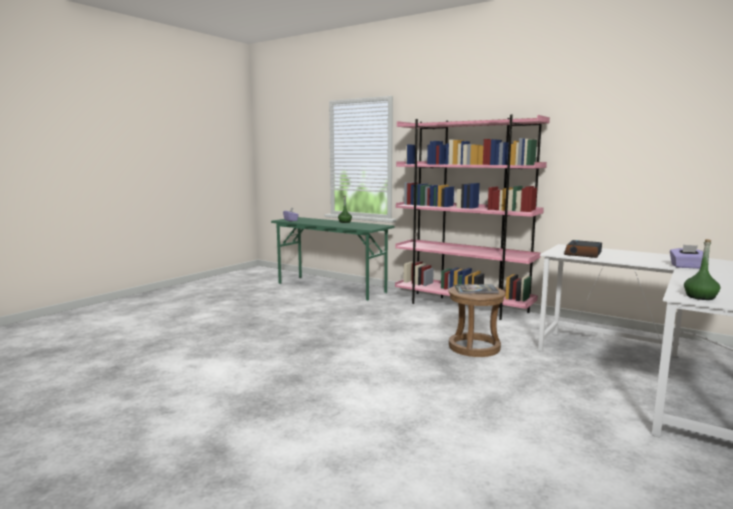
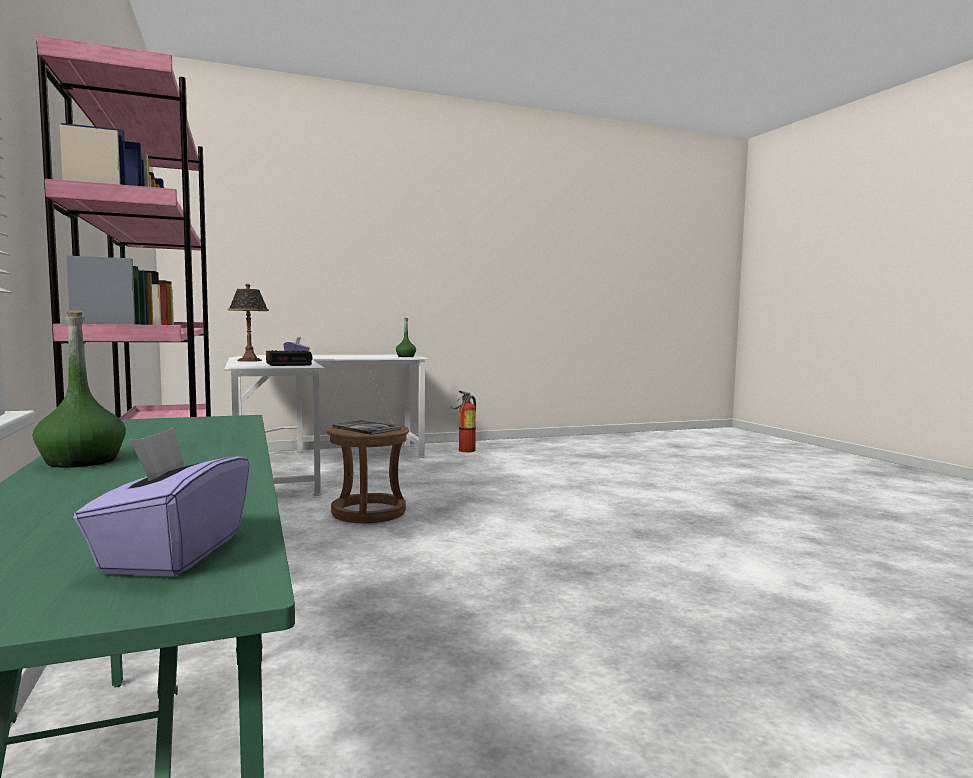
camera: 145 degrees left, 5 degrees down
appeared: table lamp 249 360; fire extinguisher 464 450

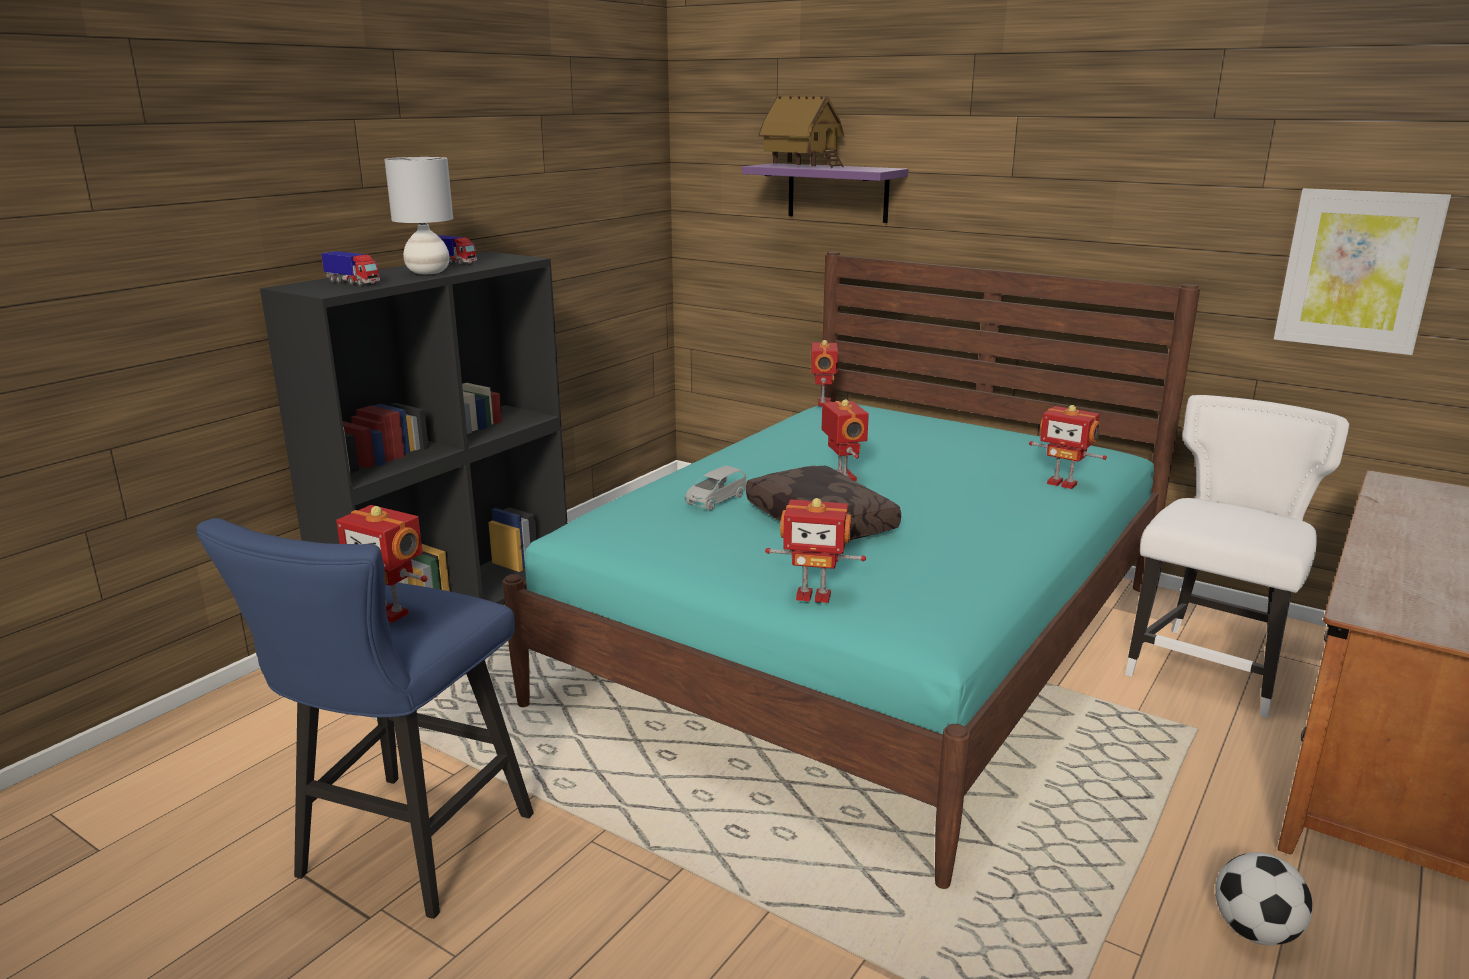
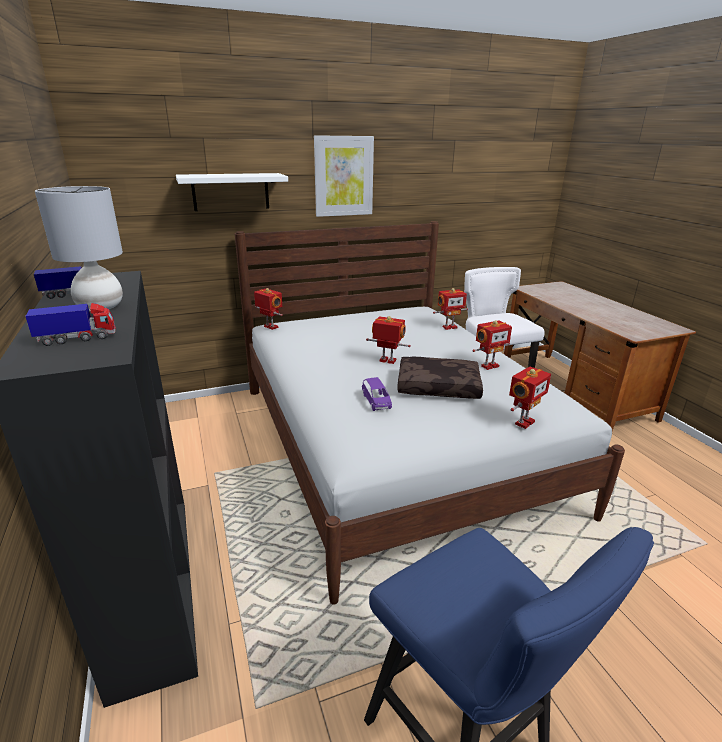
camera: 55 degrees left, 5 degrees up
missing: toy house 801 166; football 1255 932
relocated: toy robot 389 612 to 489 366; picture 1357 270 to 343 176
colour: turquoise bed 865 642 to white bed 394 444; grey toy car 716 500 to purple toy car 376 401; purple shelf 837 192 to white shelf 230 192

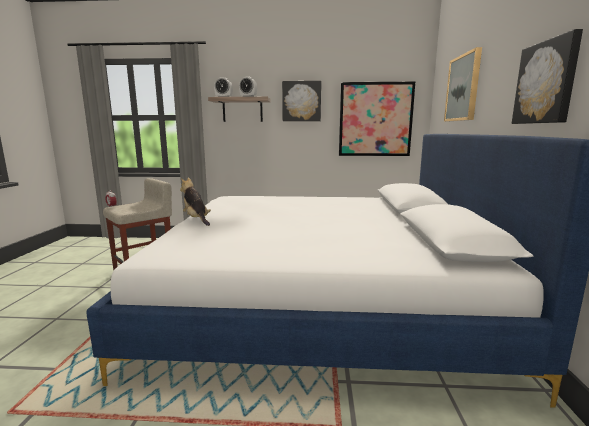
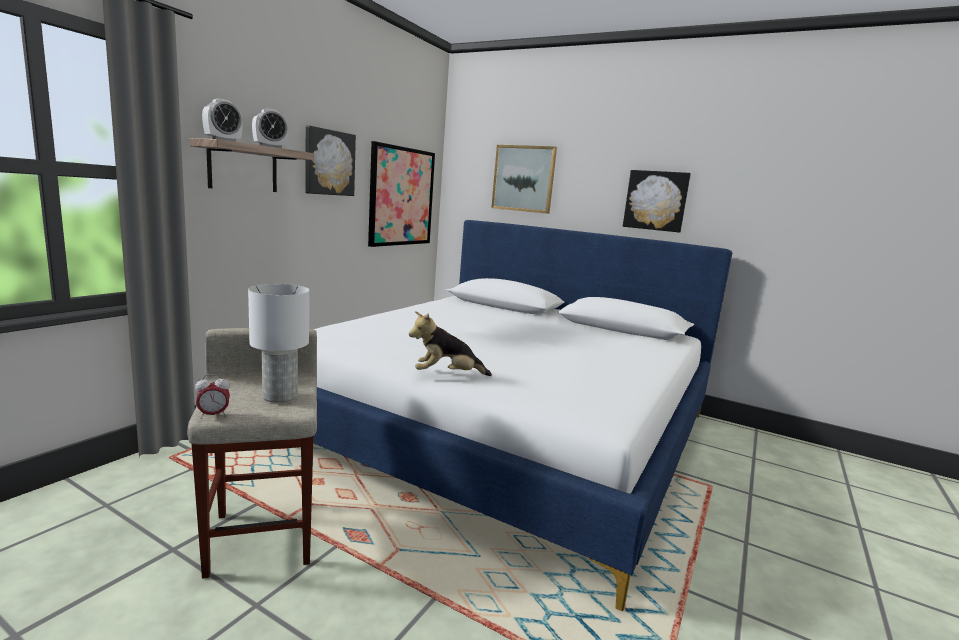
camera: 65 degrees left, 0 degrees up
appeared: white table lamp 281 396

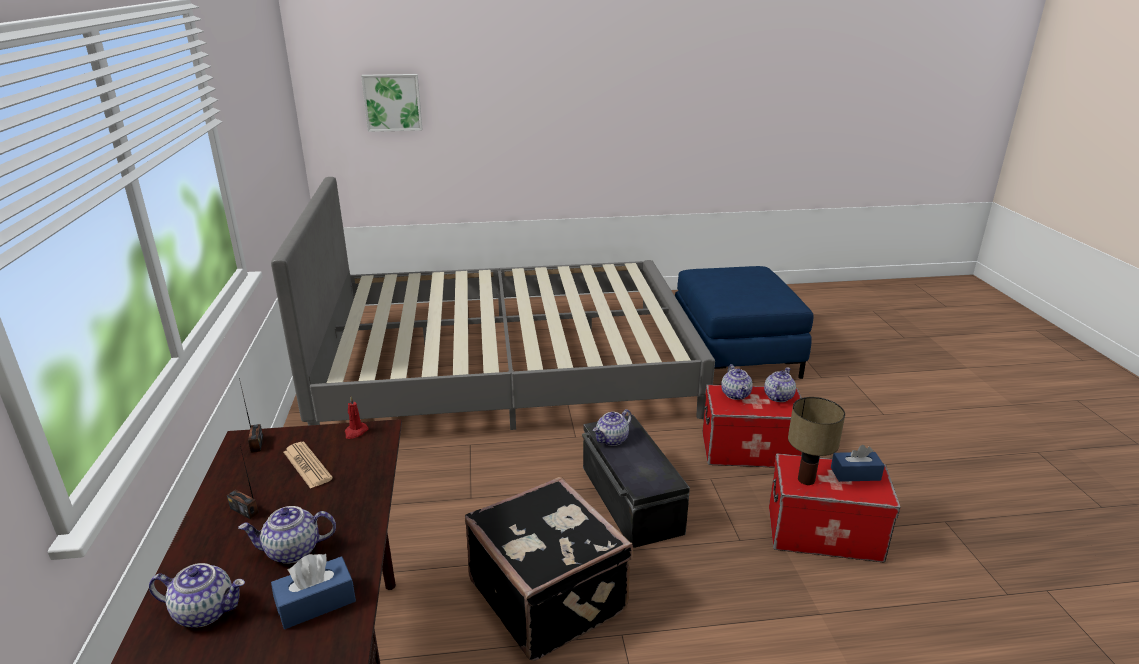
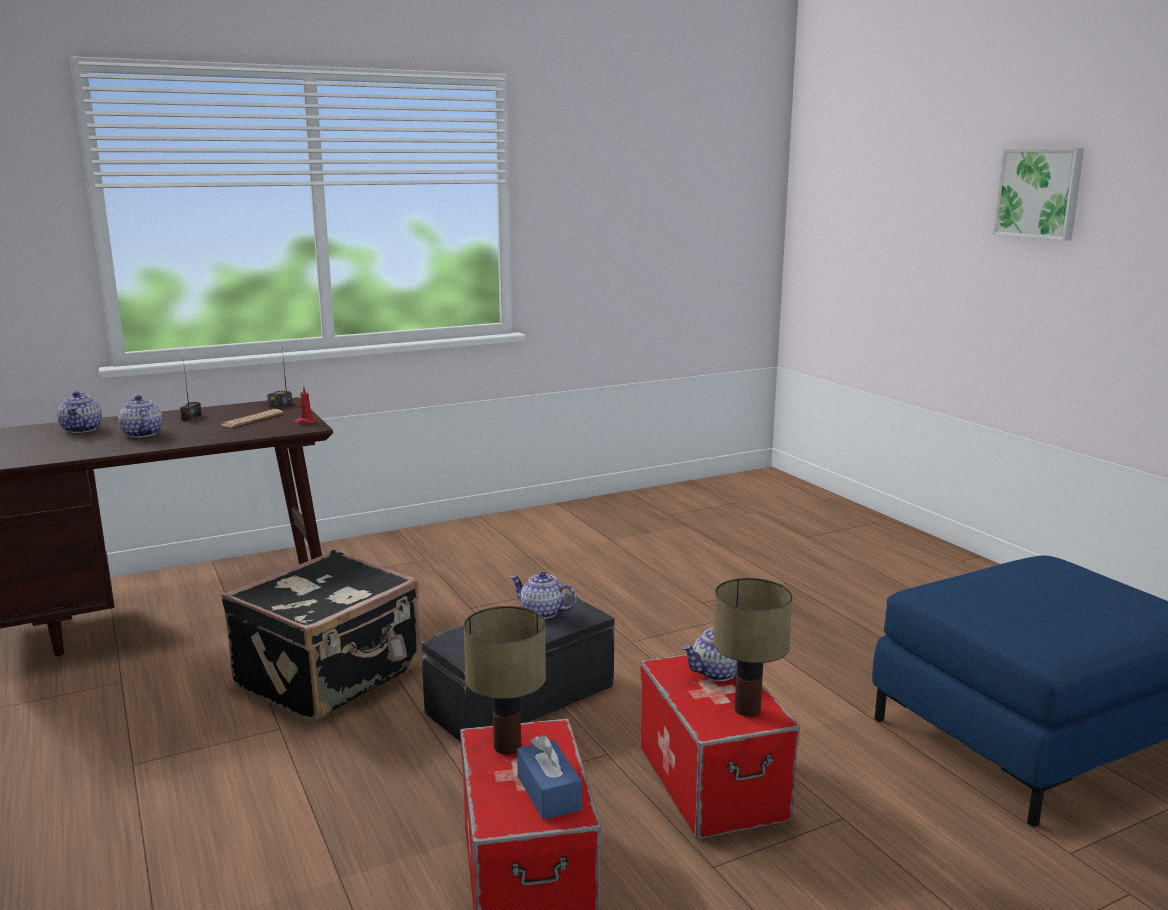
camera: 70 degrees right, 10 degrees down
missing: grey bed 506 367; blue tissue box 316 603
relocated: picture 392 102 to 1040 193
exchanged: teapot 778 396 to table lamp 746 709

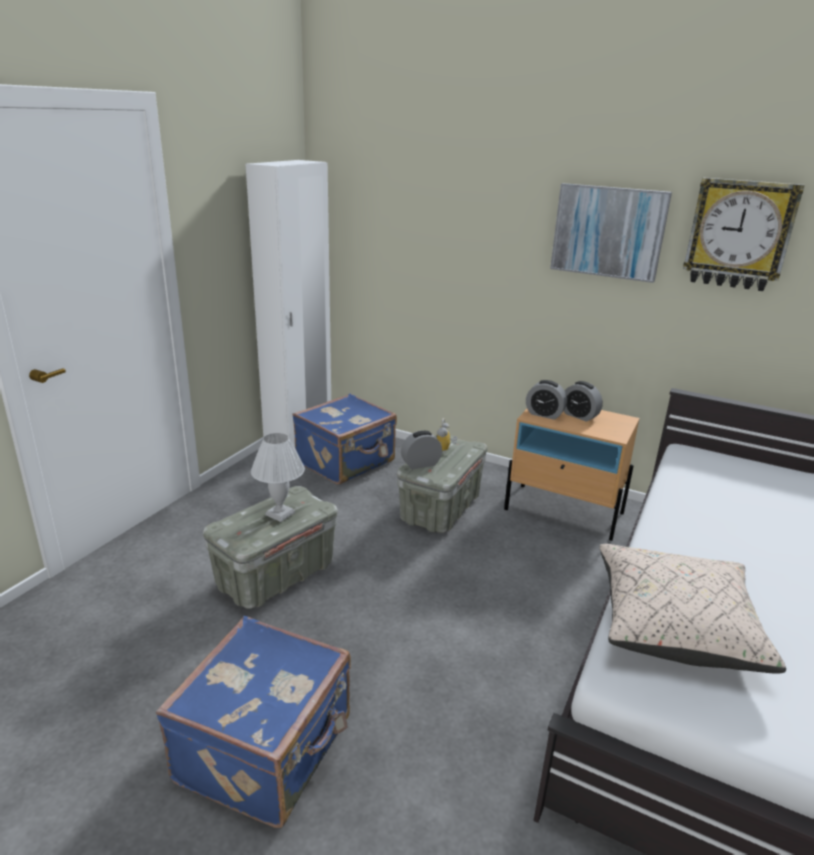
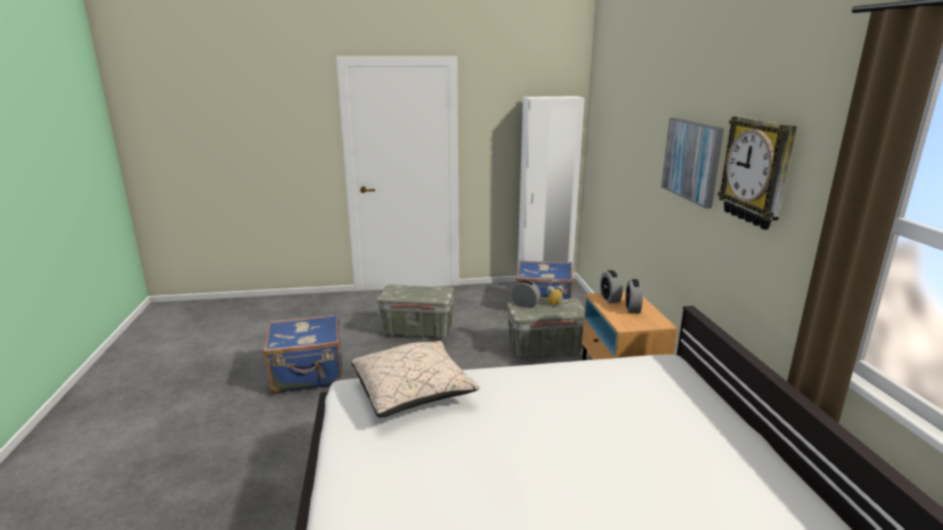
camera: 55 degrees right, 5 degrees down
missing: white table lamp 279 513

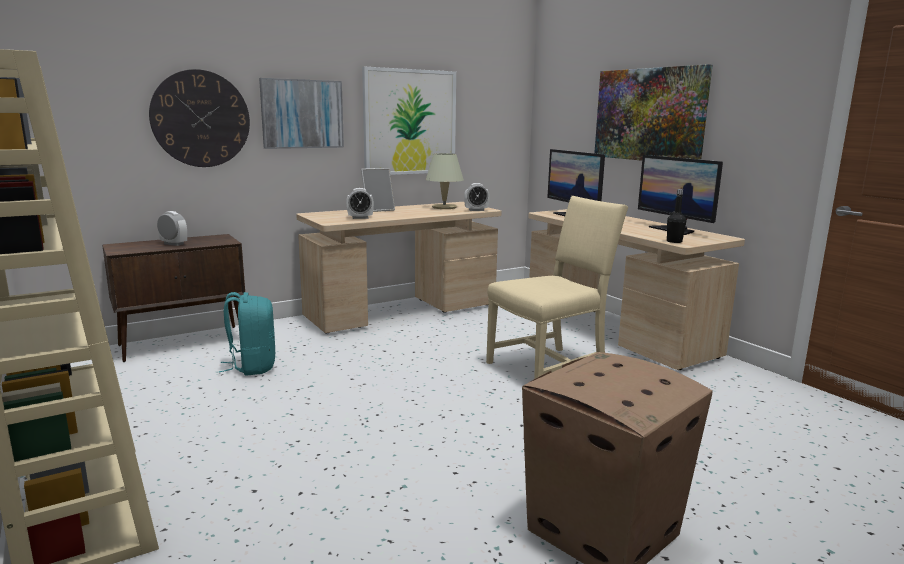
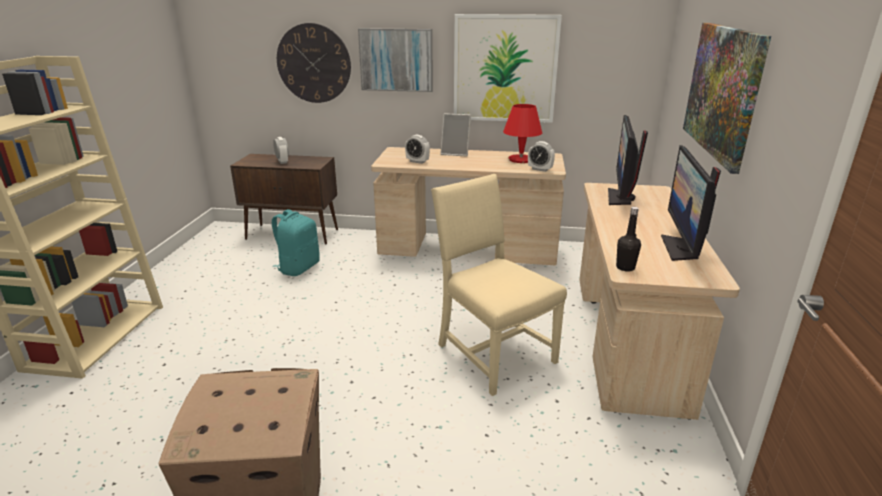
camera: 40 degrees right, 10 degrees up
colour: beige table lamp 444 207 to red table lamp 521 159
spun: beige chair 550 367 = 491 352 135 degrees counterclockwise

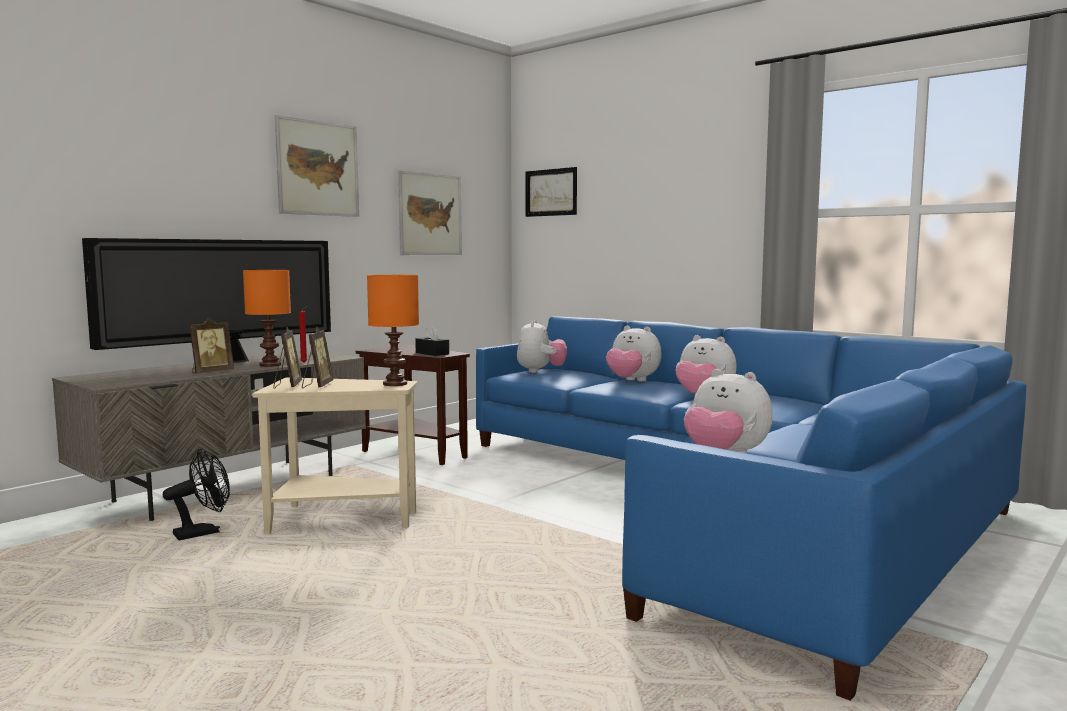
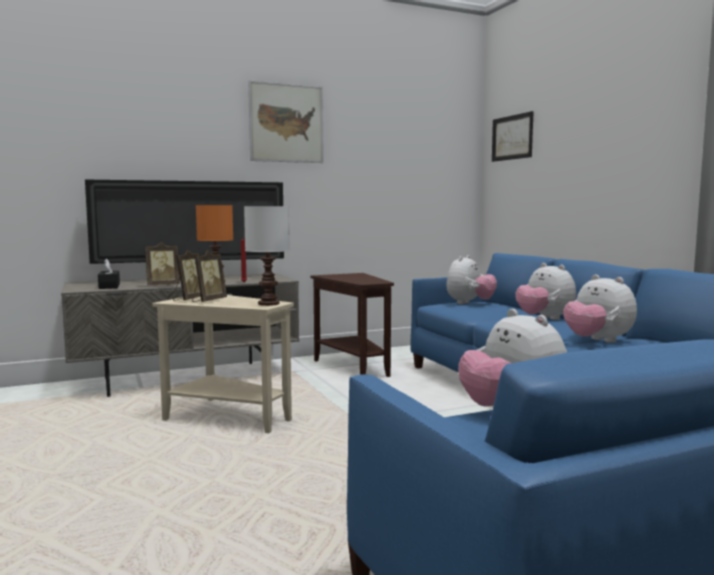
camera: 25 degrees right, 0 degrees up
missing: black fan 203 532; picture 430 214
relocated: black tissue box 432 353 to 109 286
colour: orange table lamp 395 384 to white table lamp 269 303

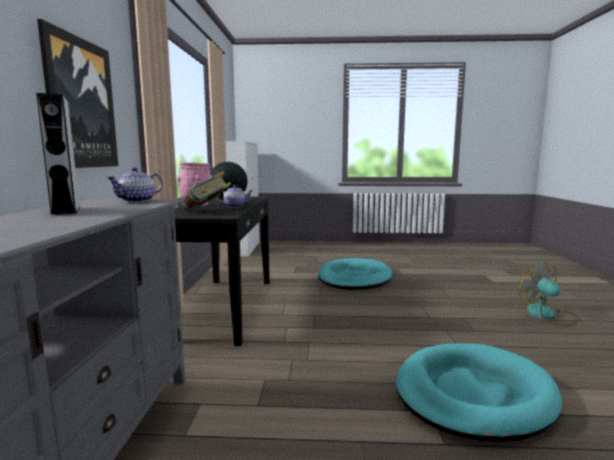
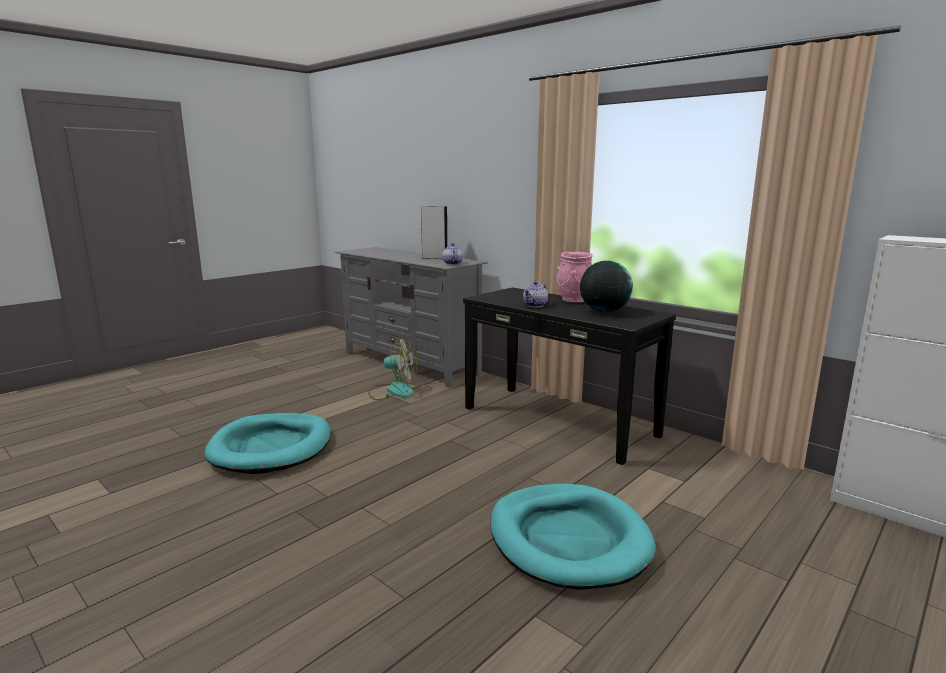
camera: 130 degrees right, 5 degrees up
missing: picture 80 104; book 206 211
relocated: fan 548 315 to 393 391

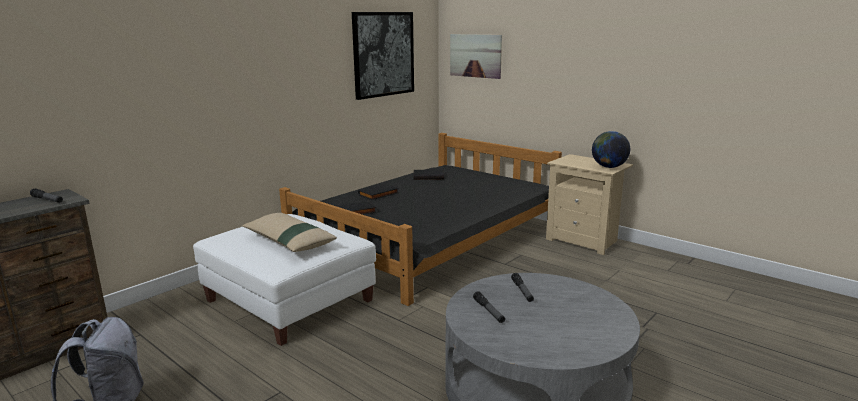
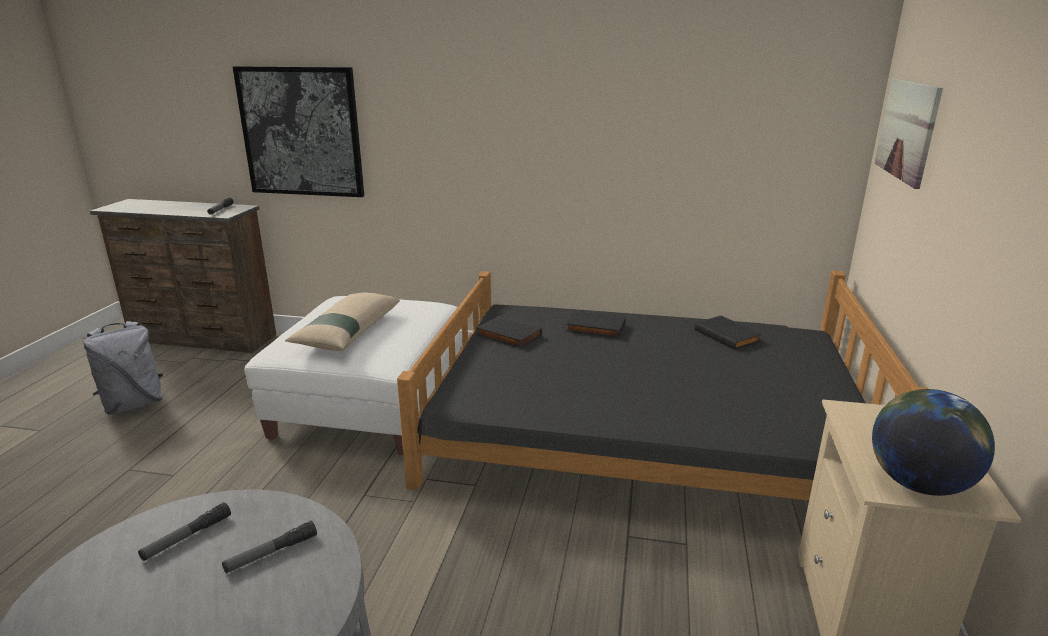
camera: 60 degrees right, 5 degrees up
relocated: picture 383 54 to 301 132

